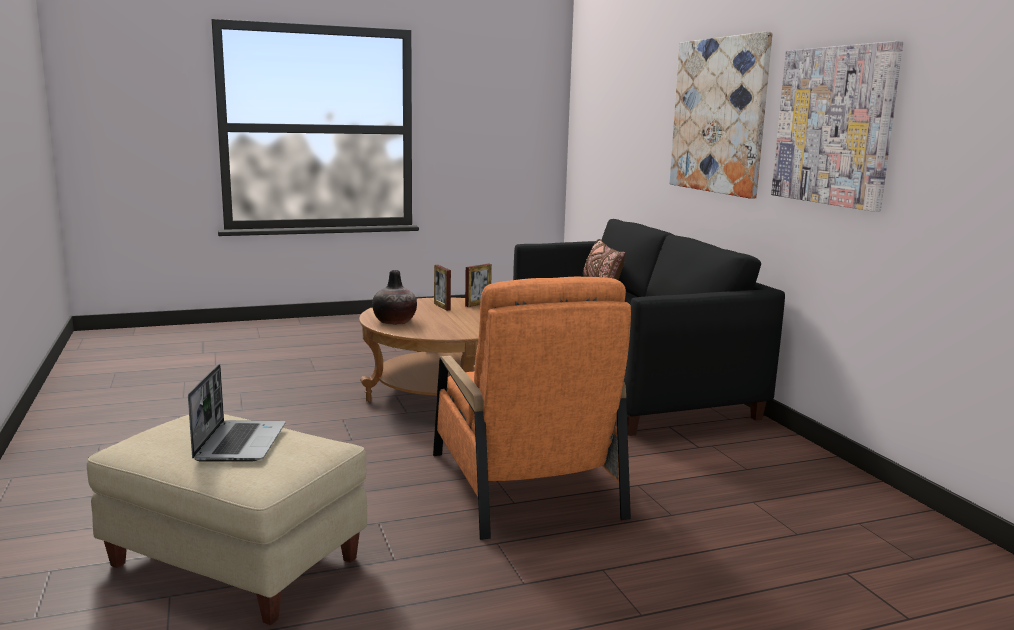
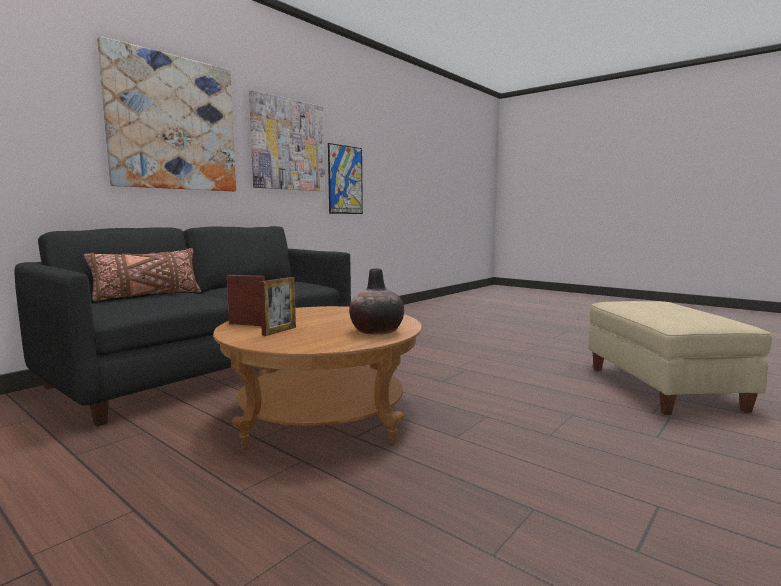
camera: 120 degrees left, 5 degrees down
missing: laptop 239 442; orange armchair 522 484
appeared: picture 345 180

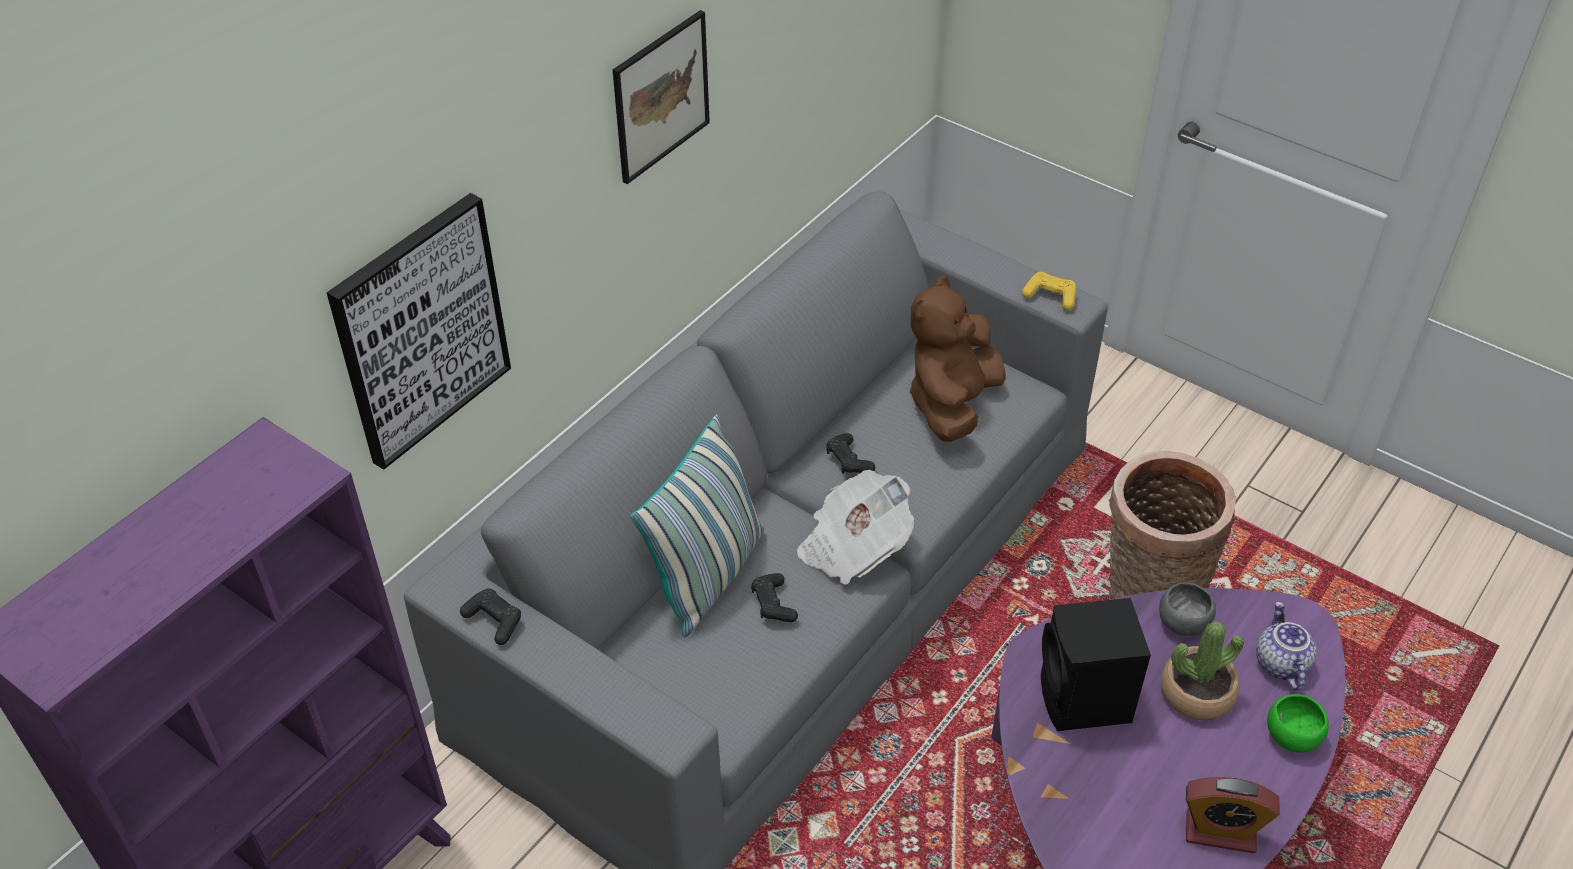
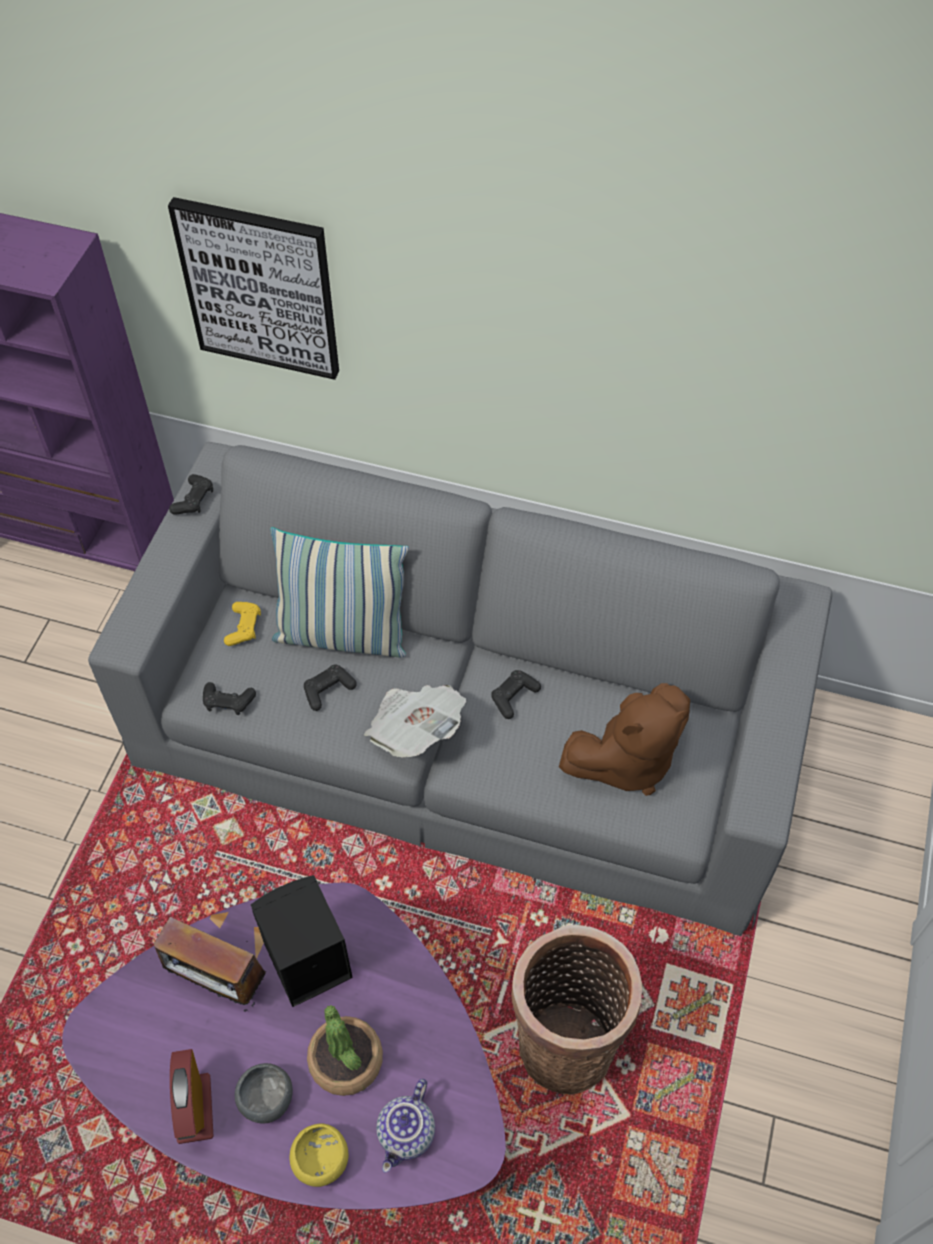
camera: 70 degrees right, 10 degrees up
missing: picture 661 96
appeared: radio 217 981; black game controller 228 702
relocated: yellow game controller 1050 296 to 243 627; grey bowl 1184 622 to 267 1100
colour: green bowl 1292 735 to yellow bowl 322 1160
spun: brown plush toy 952 404 = 626 760 150 degrees clockwise; teapot 1279 663 = 407 1134 135 degrees clockwise

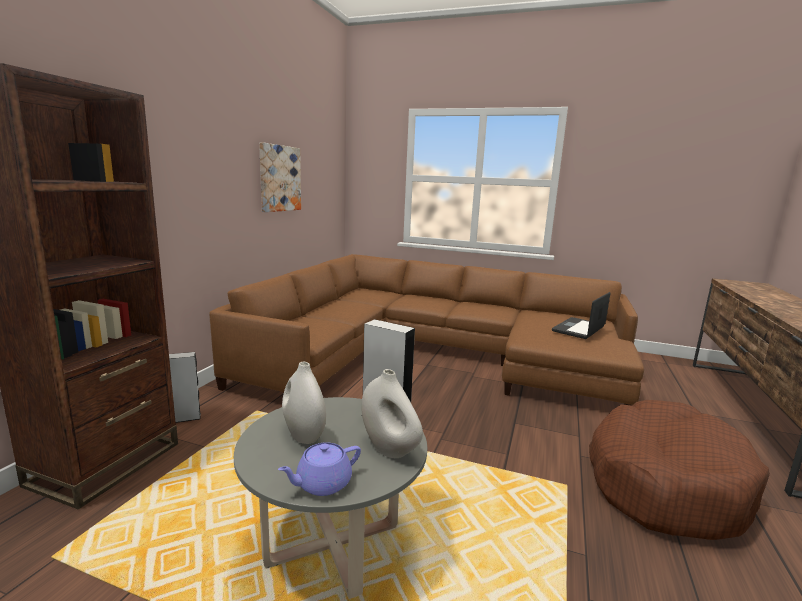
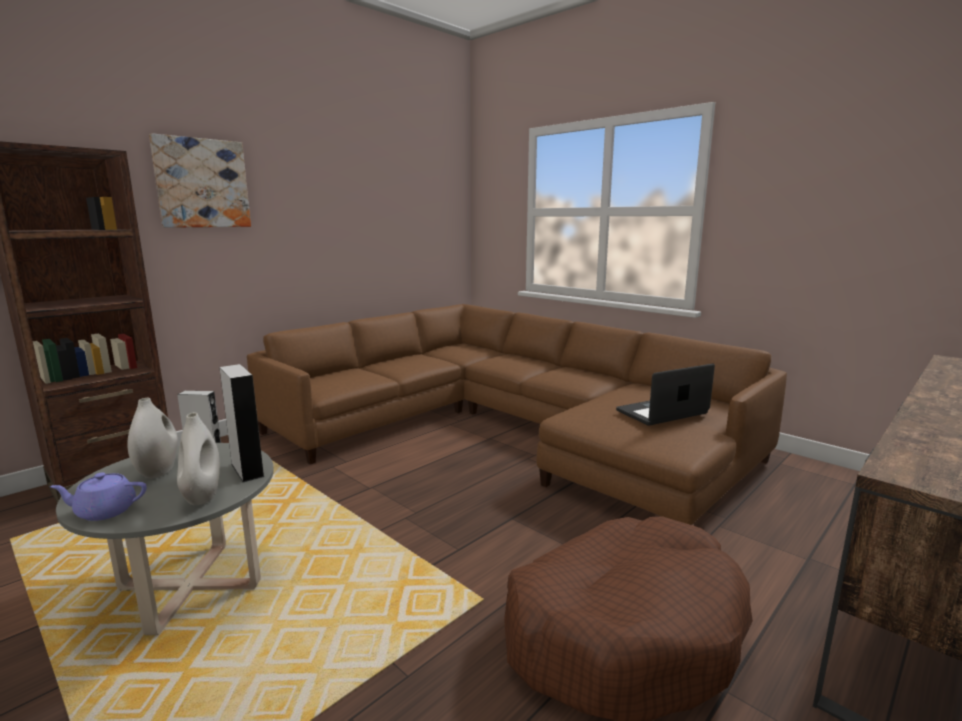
camera: 25 degrees right, 0 degrees up
relocated: picture 279 178 to 202 183

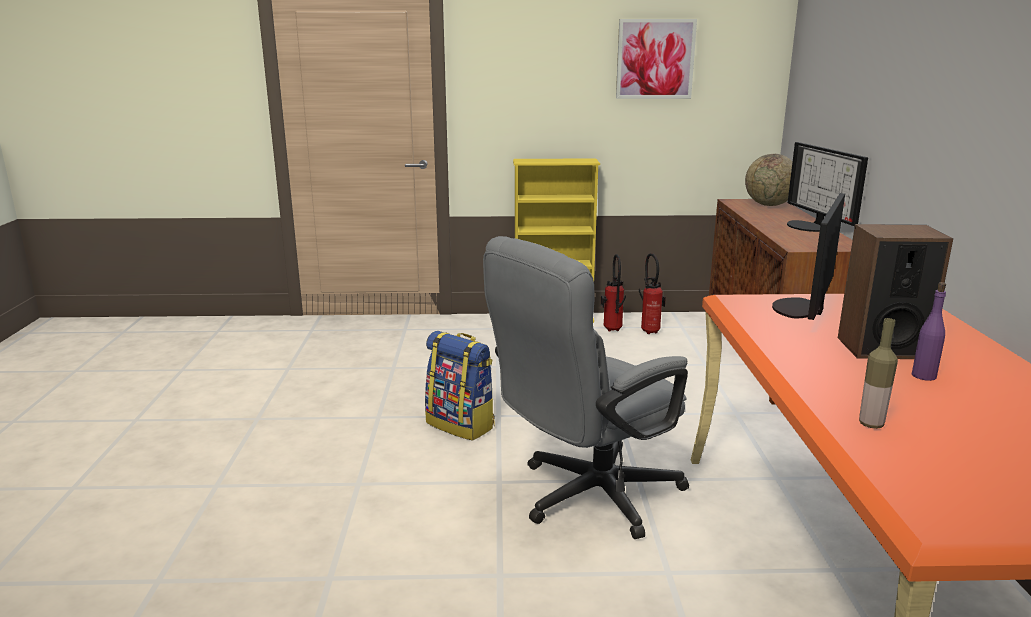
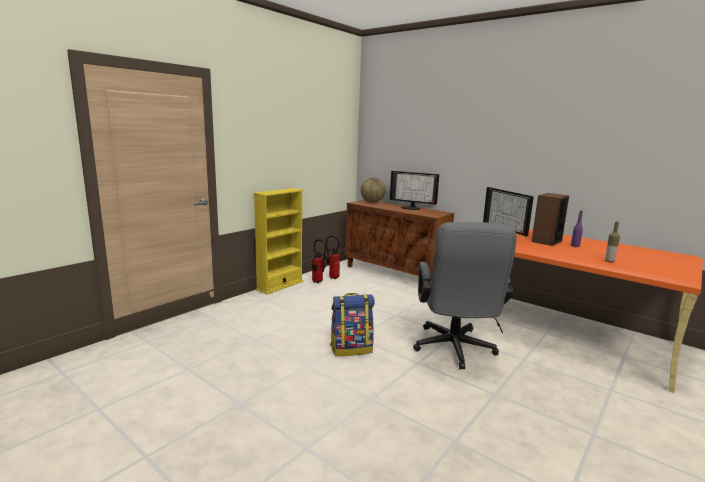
camera: 50 degrees left, 5 degrees down
missing: picture 655 59

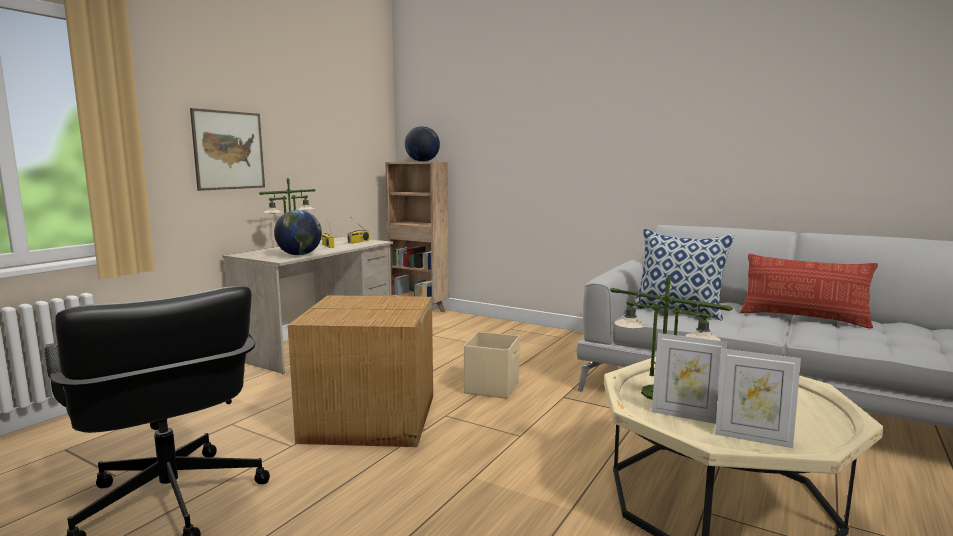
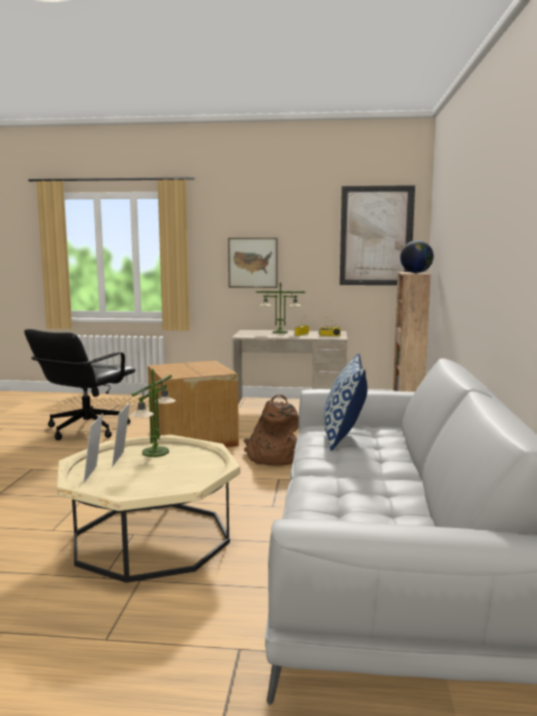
camera: 65 degrees right, 0 degrees up
missing: globe 299 255; pillow 803 318
appeared: picture 376 236
exchanged: beige storage box 492 387 to brown backpack 272 457

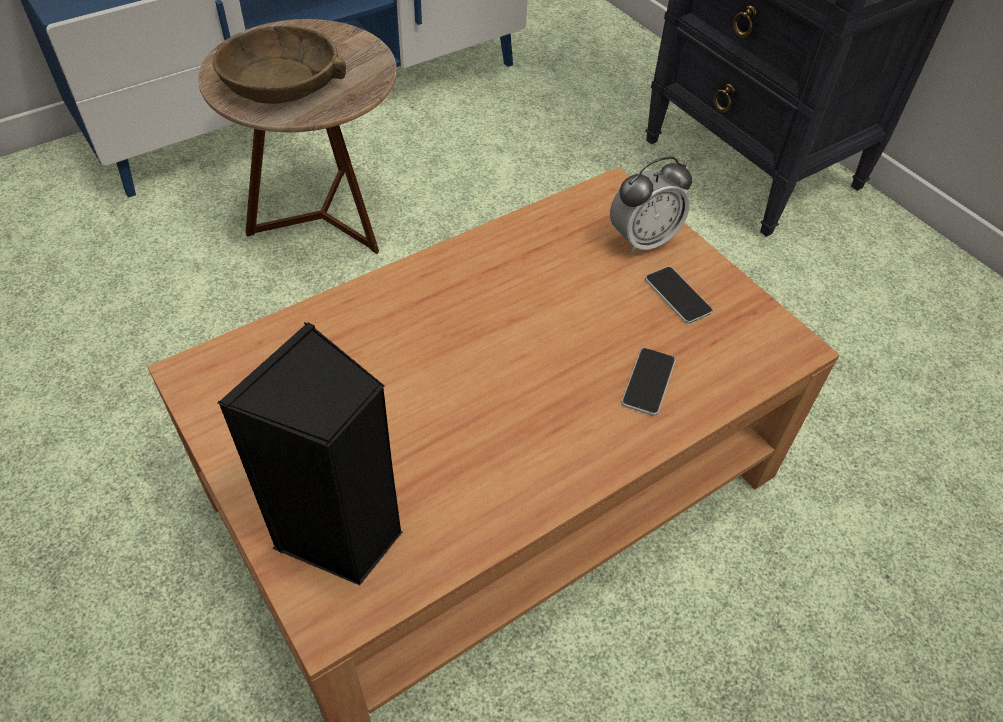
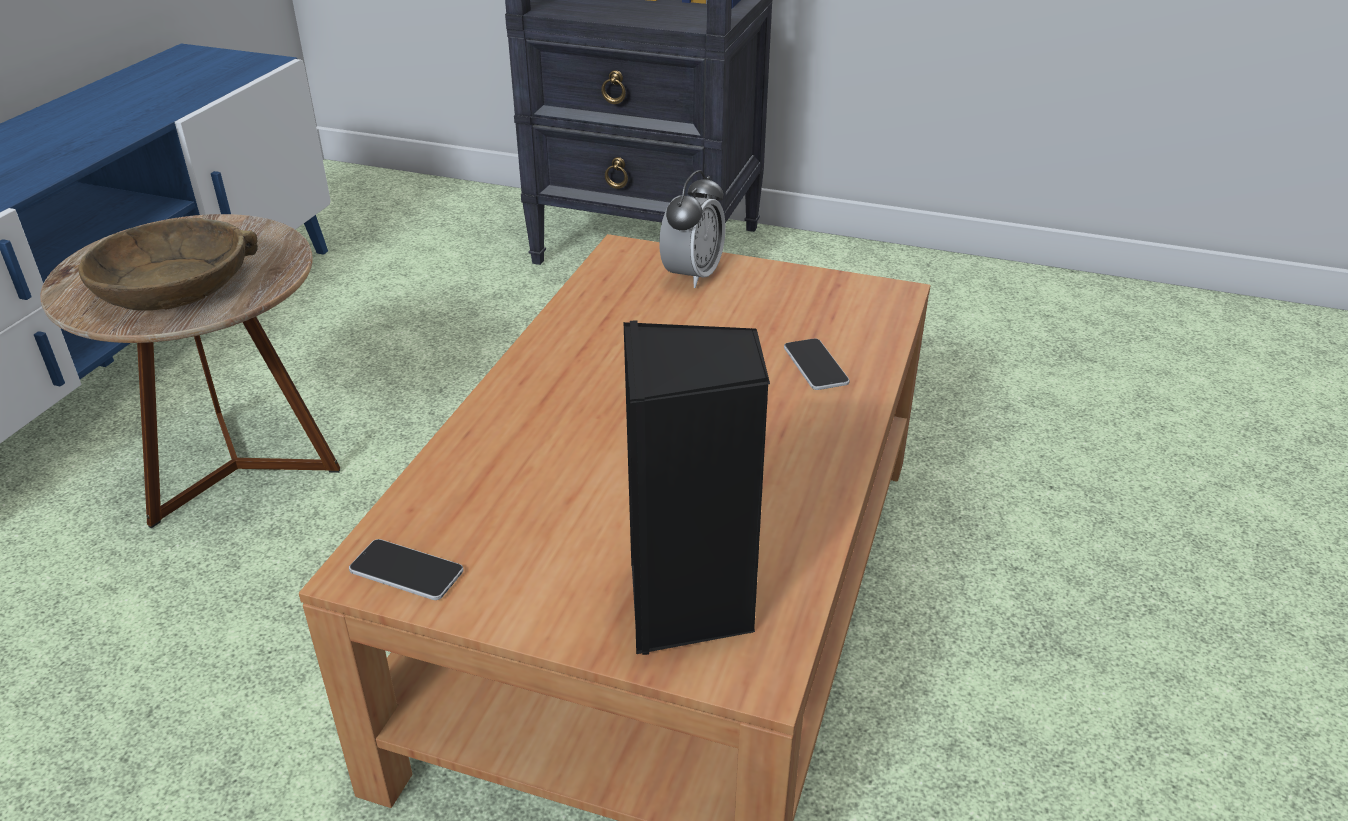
camera: 35 degrees left, 15 degrees down
relocated: phone 677 296 to 406 571

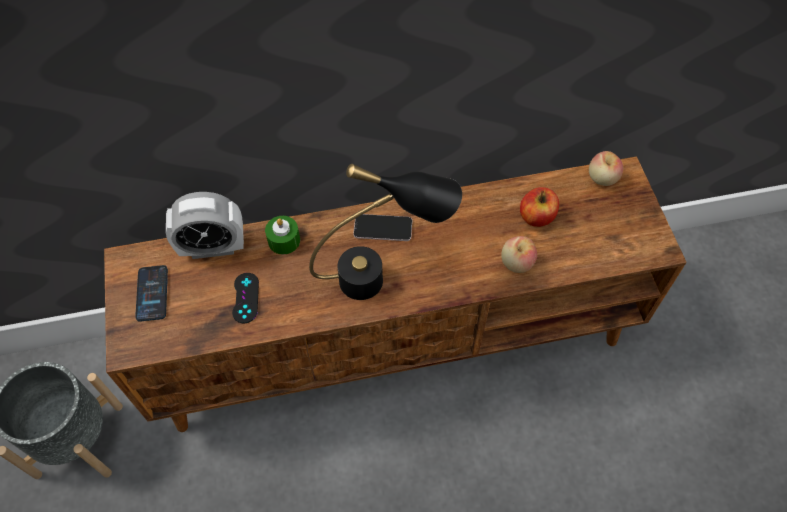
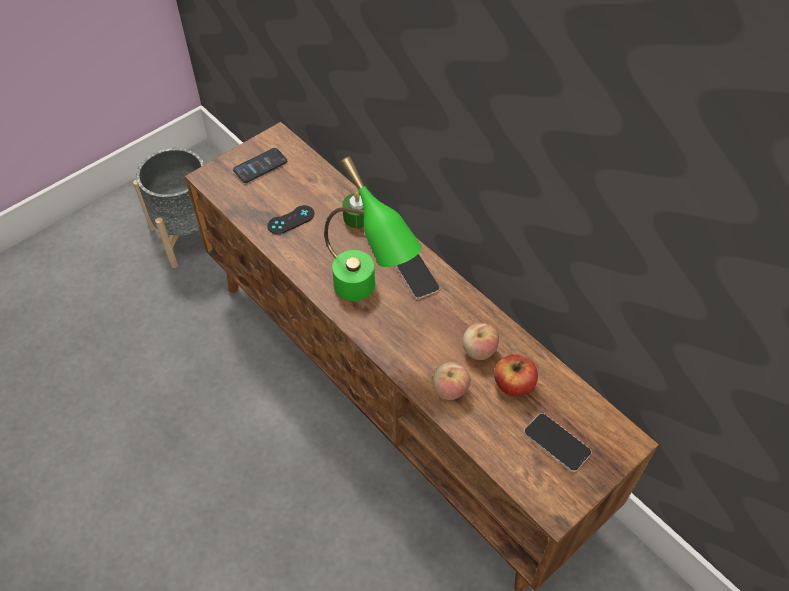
camera: 60 degrees right, 5 degrees down
missing: alarm clock 213 247
appeared: phone 557 442
relocated: apple 602 178 to 479 350
colour: black table lamp 382 277 to green table lamp 367 297

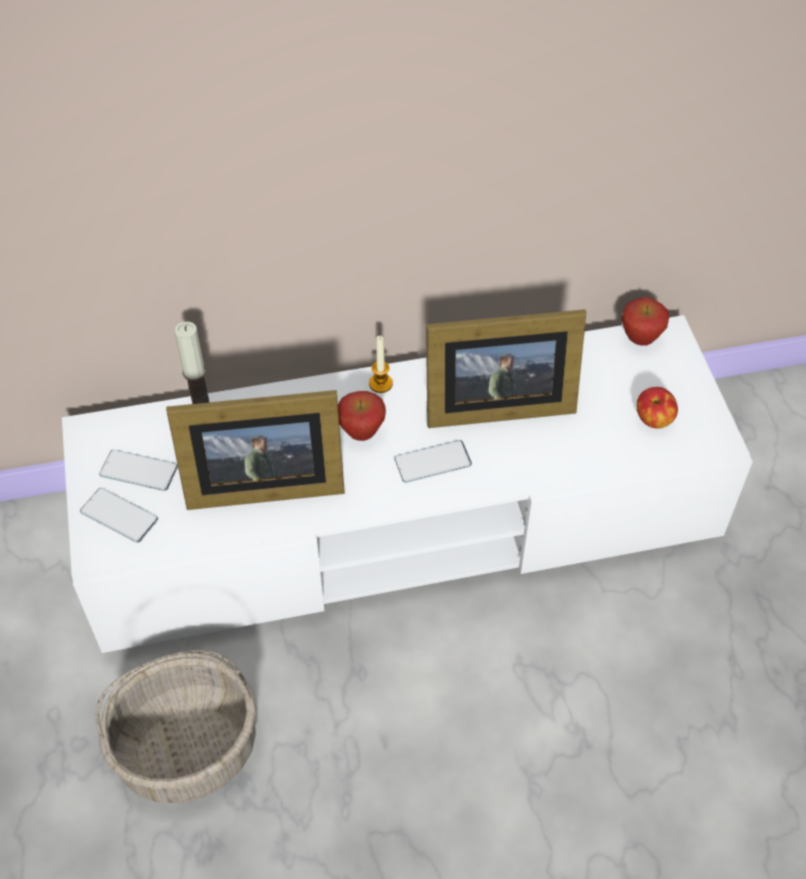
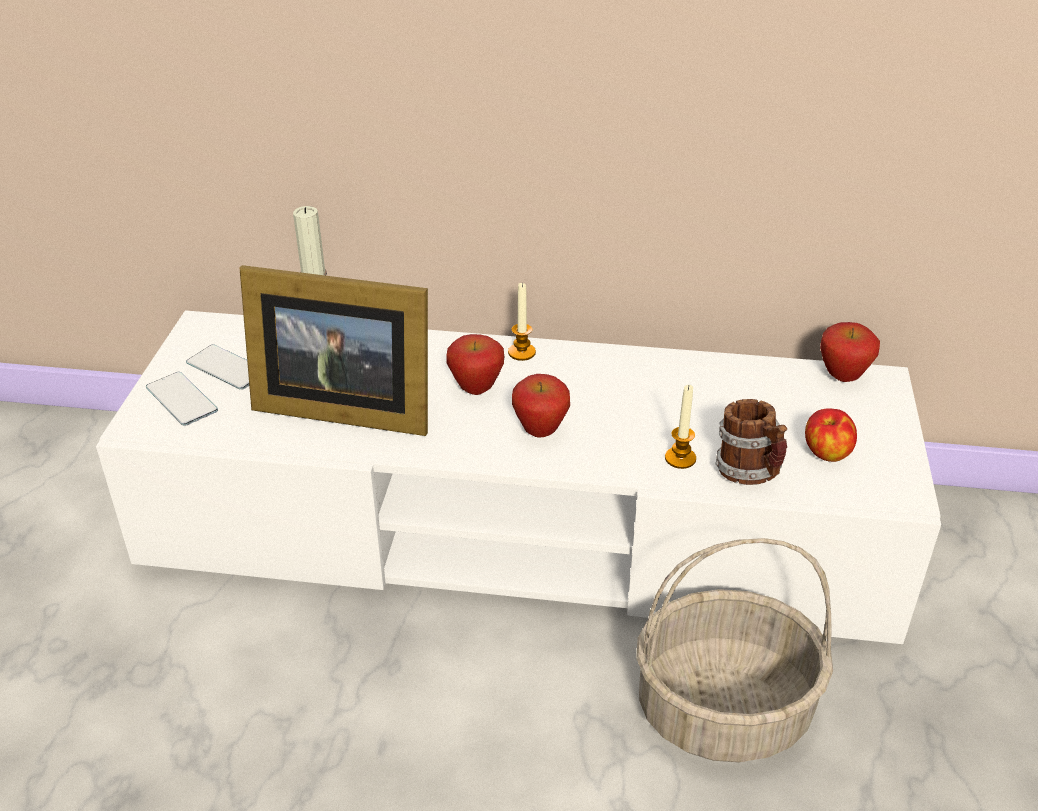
camera: 20 degrees right, 15 degrees down
missing: picture frame 493 404
appeared: candle 680 458; mug 750 473
relocated: basket 187 751 to 722 712
exchanged: phone 432 462 to apple 540 432

